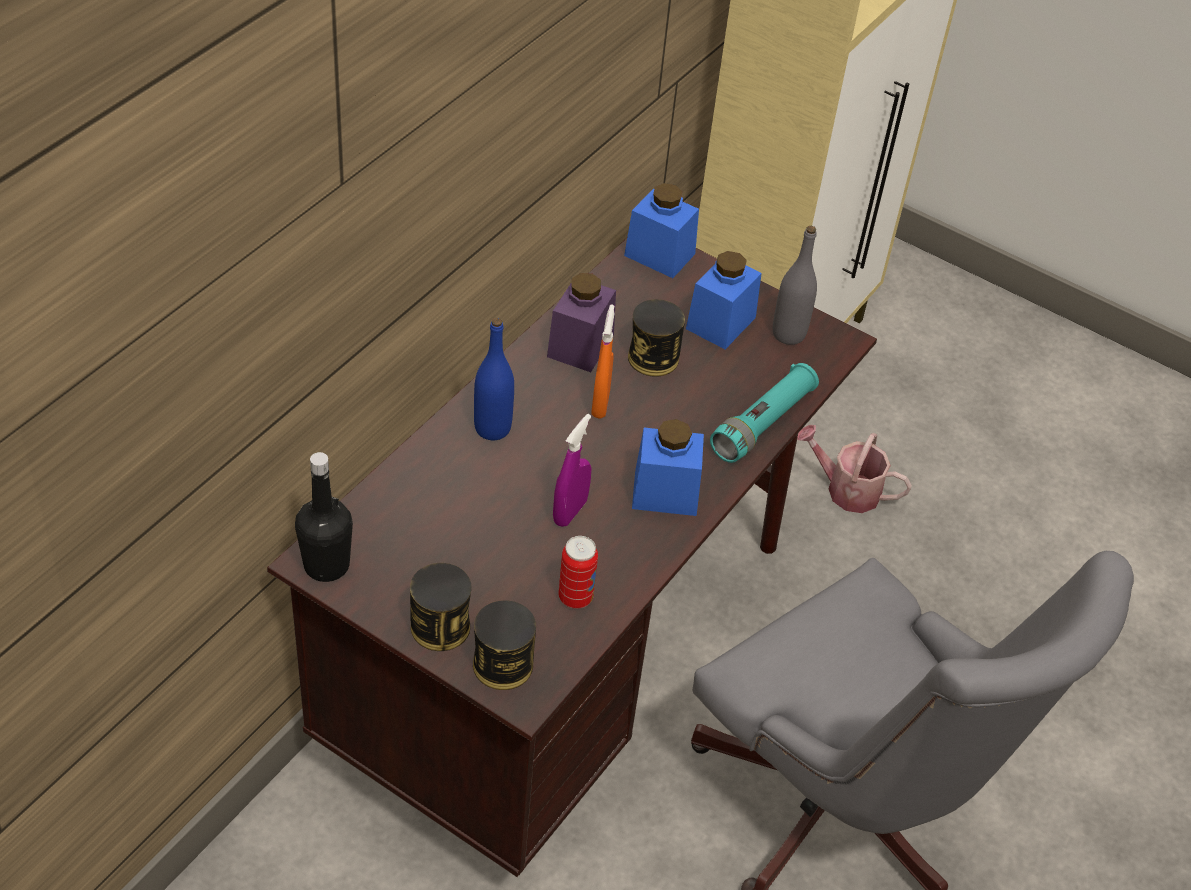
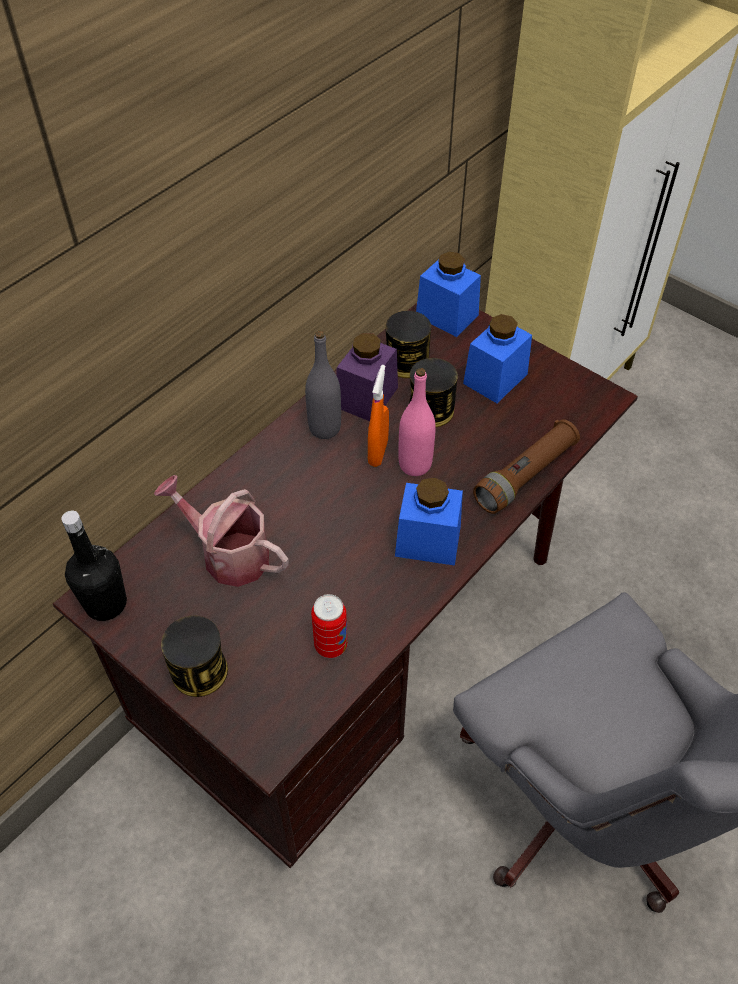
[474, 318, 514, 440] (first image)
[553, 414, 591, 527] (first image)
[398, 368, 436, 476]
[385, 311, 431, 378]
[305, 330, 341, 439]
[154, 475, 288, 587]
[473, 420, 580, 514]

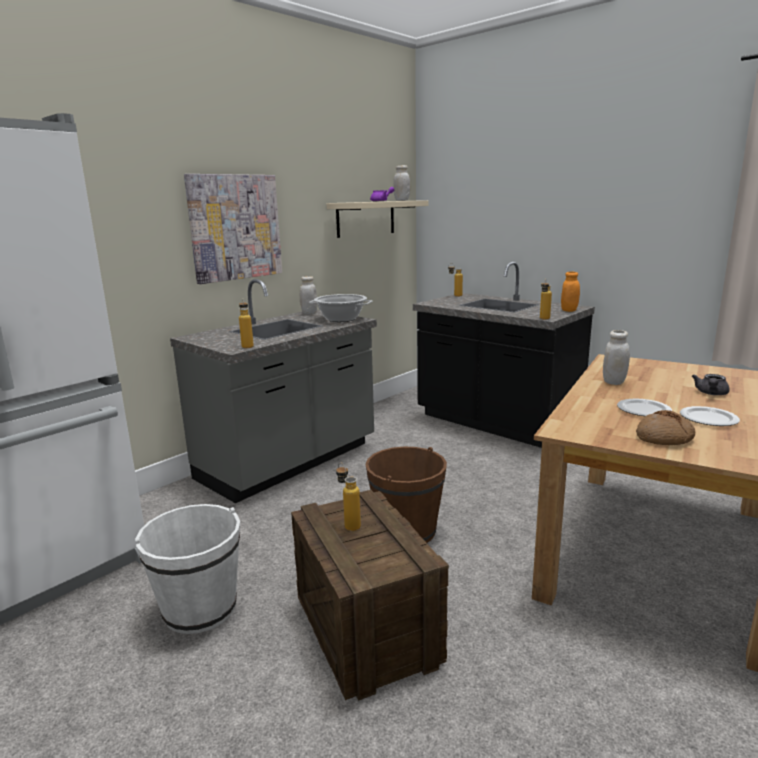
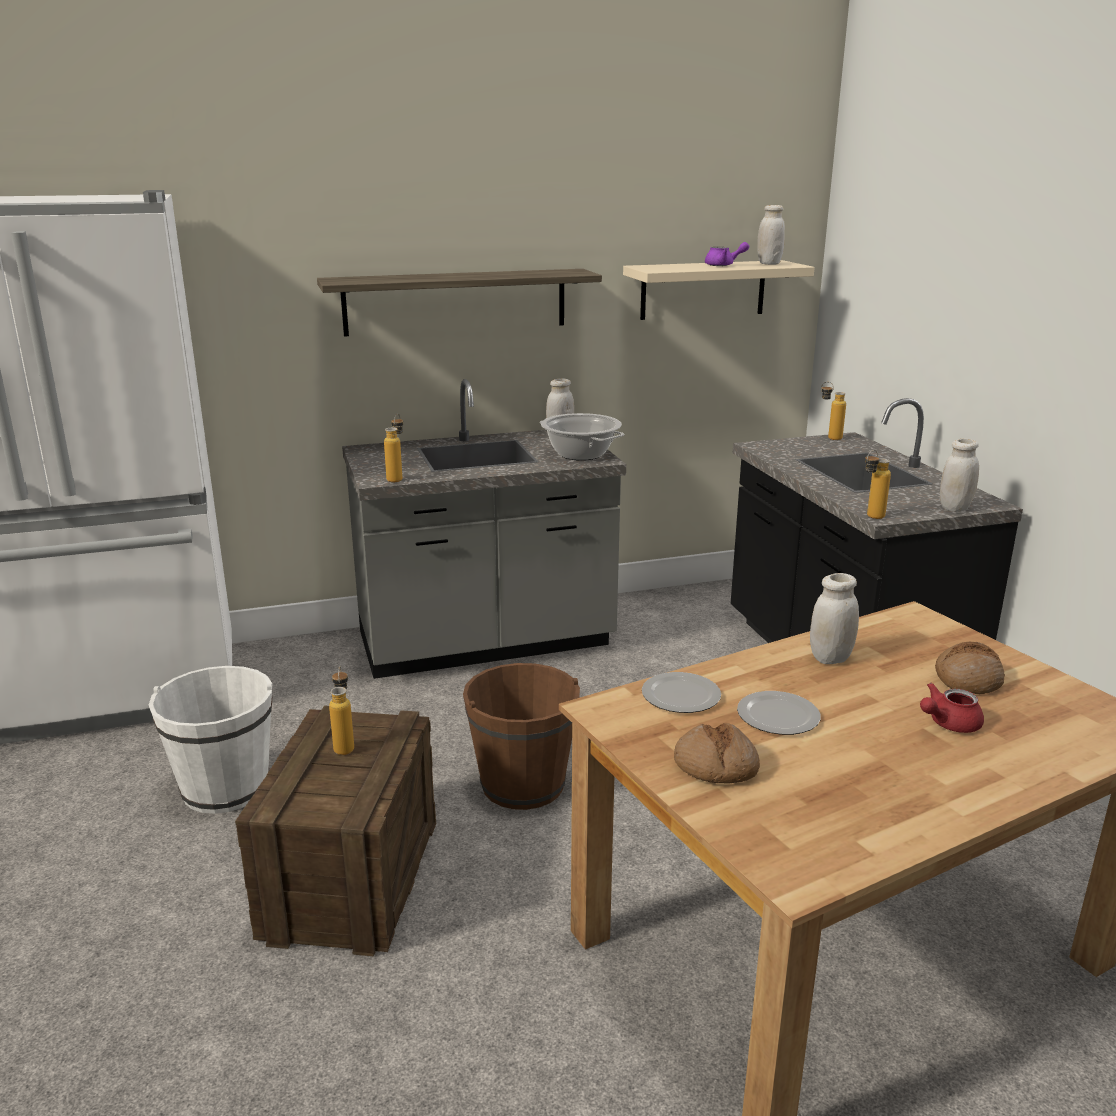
[935, 641, 1005, 694]
[642, 672, 721, 713]
[317, 269, 602, 337]
[940, 439, 979, 512]
[920, 683, 984, 733]

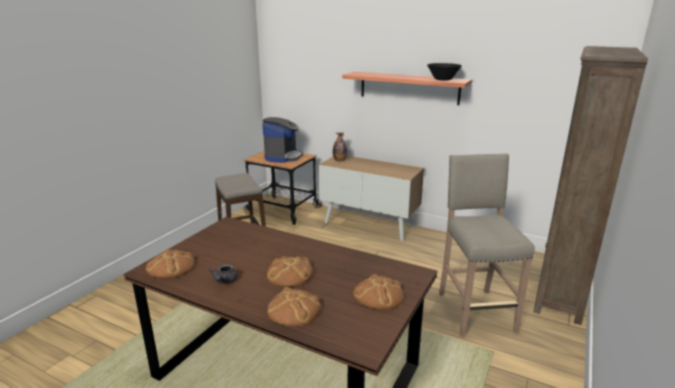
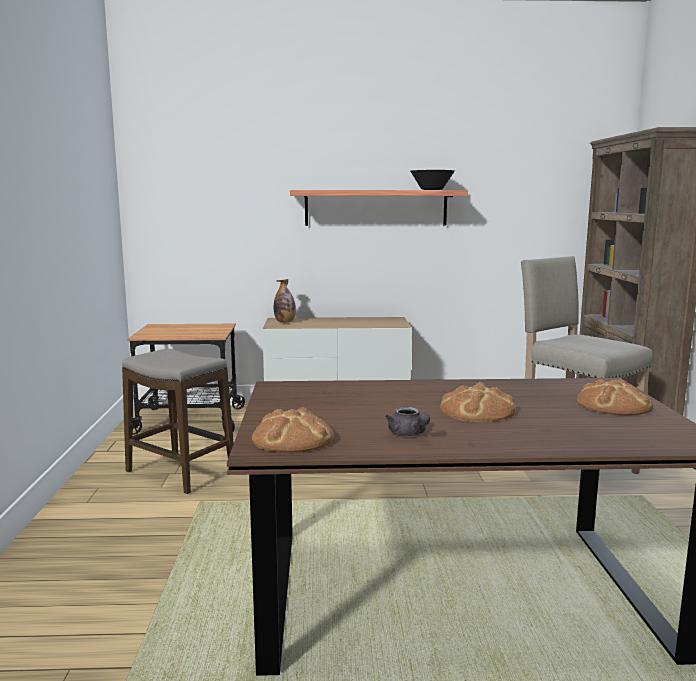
[262, 117, 303, 163] (first image)
[267, 287, 321, 326] (first image)

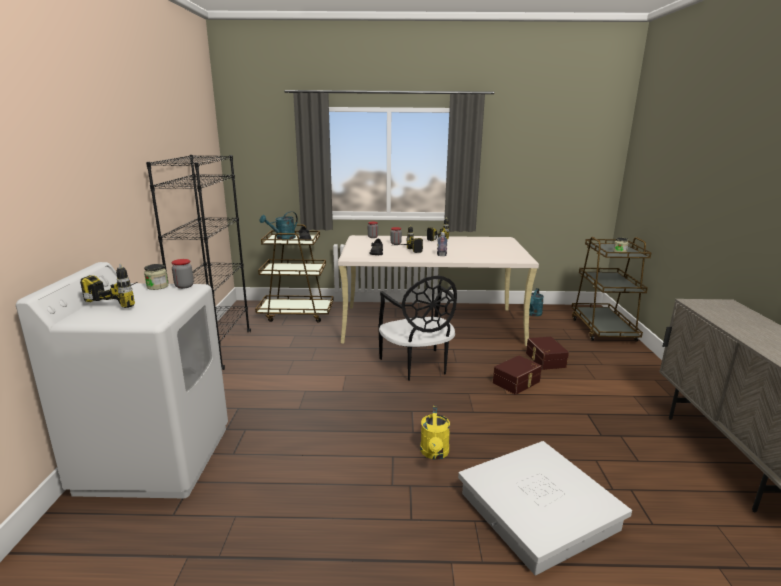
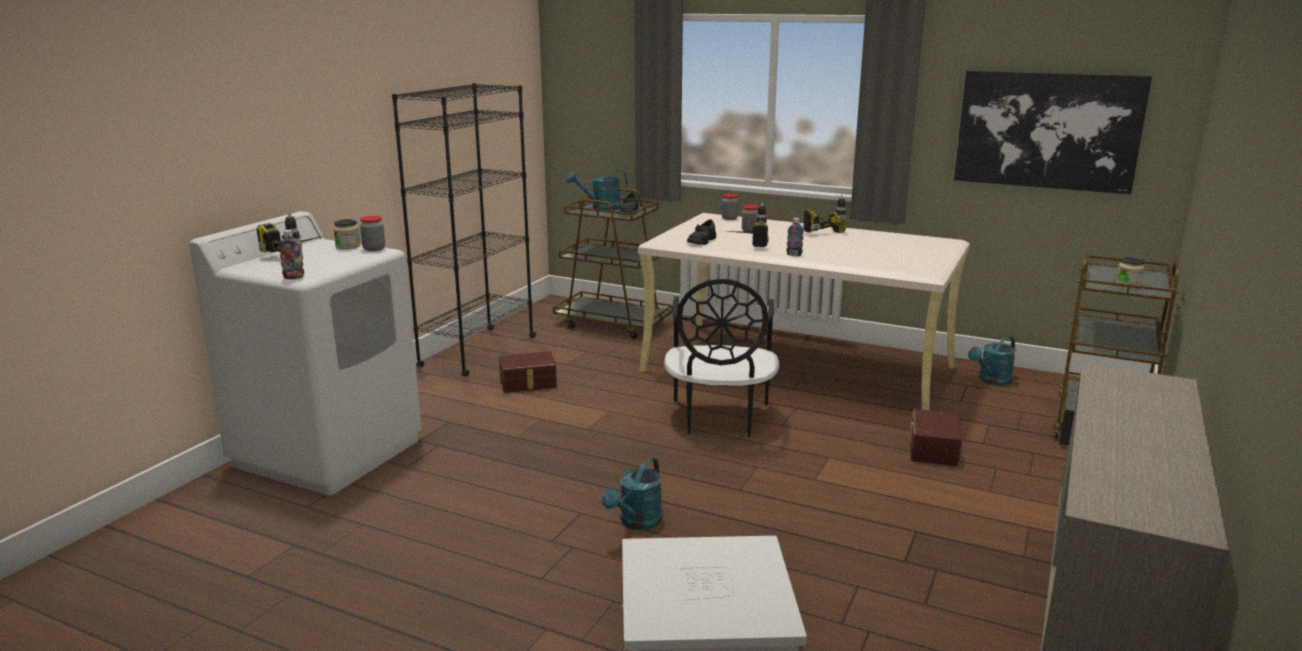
[279, 230, 304, 279]
[954, 70, 1152, 194]
[499, 351, 557, 393]
[602, 457, 663, 530]

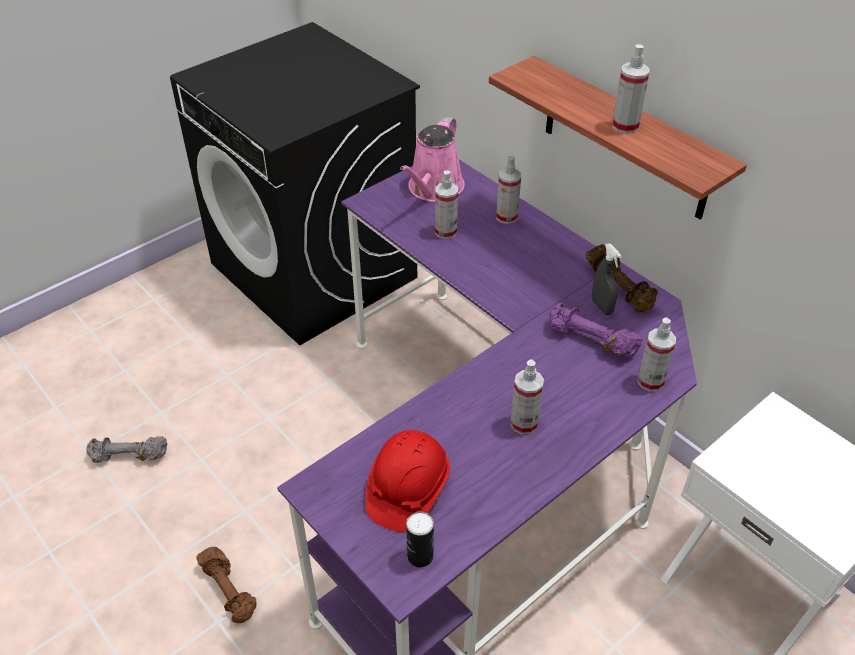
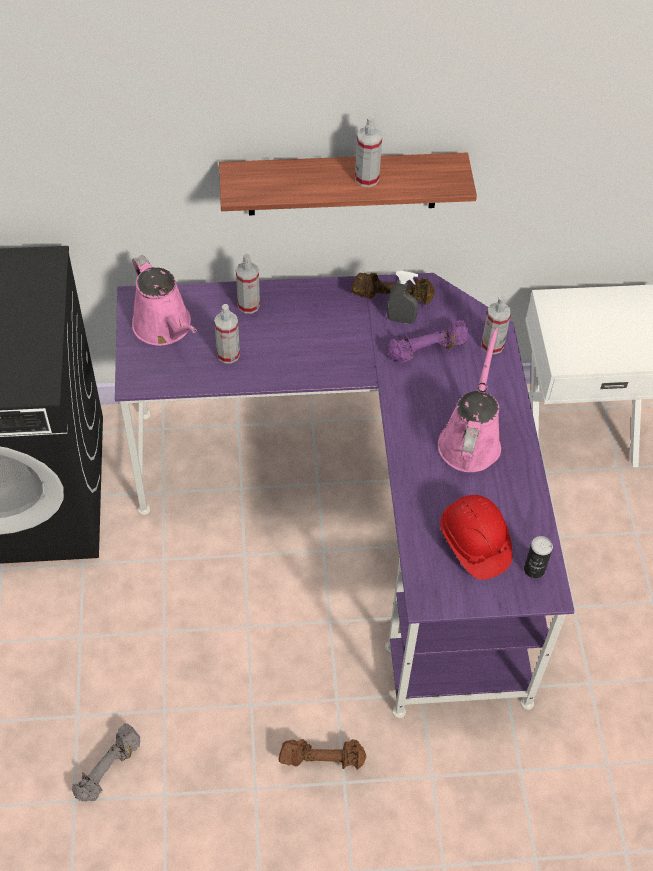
[438, 327, 501, 472]

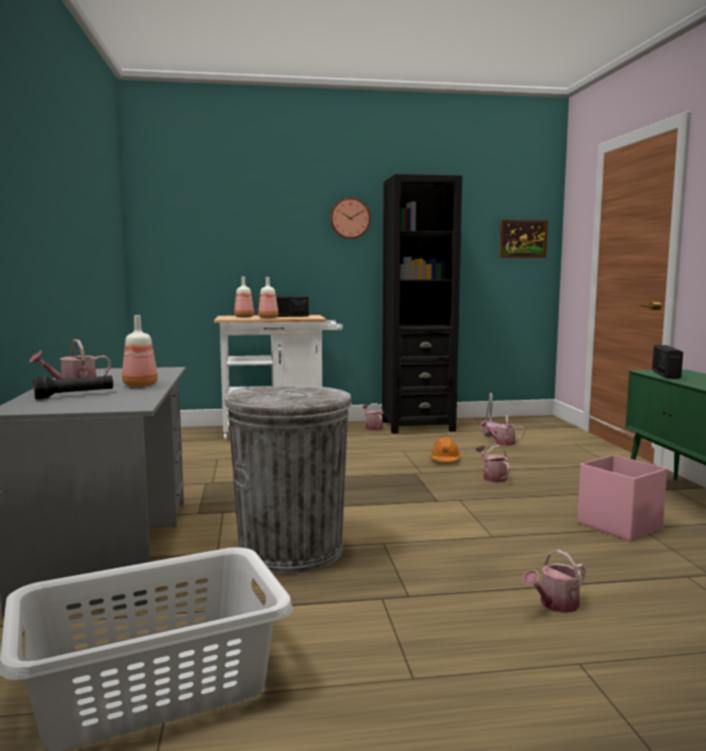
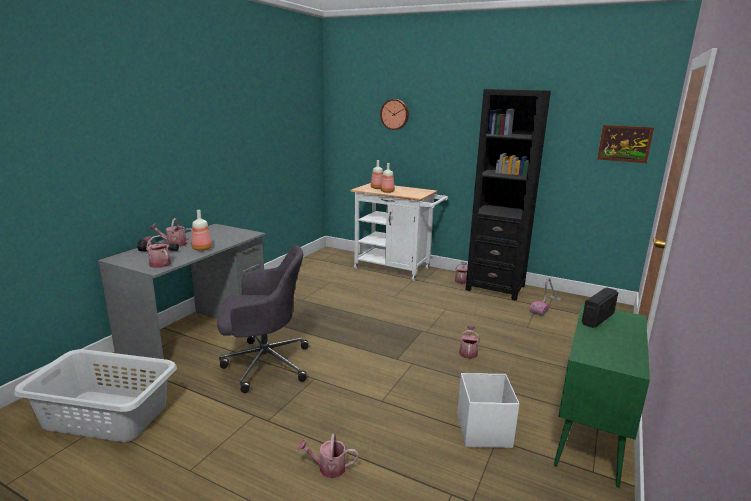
[276, 296, 309, 317] (first image)
[430, 437, 461, 462] (first image)
[380, 99, 409, 130]
[143, 235, 171, 268]
[217, 245, 309, 393]
[457, 373, 519, 448]

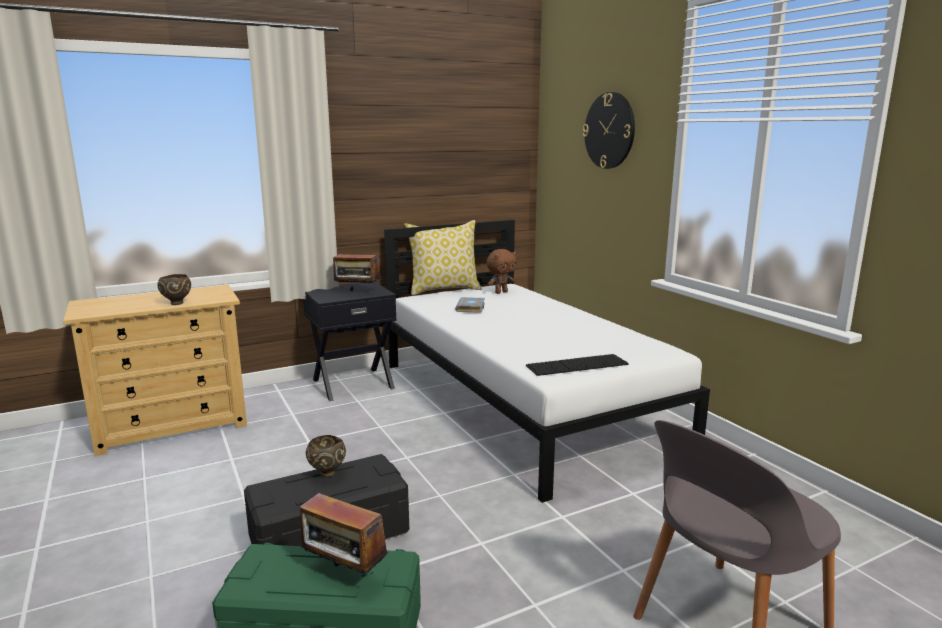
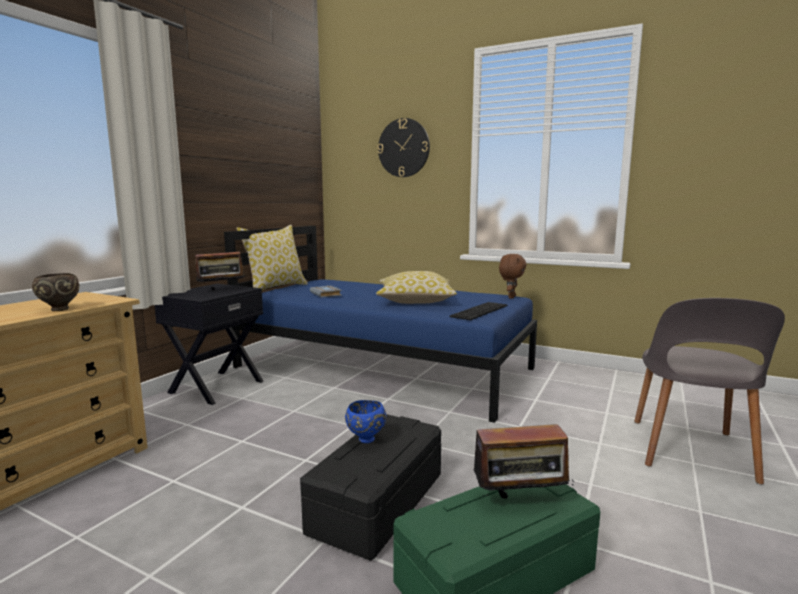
[376, 271, 457, 304]
[499, 254, 527, 299]
[345, 400, 386, 443]
[224, 226, 537, 423]

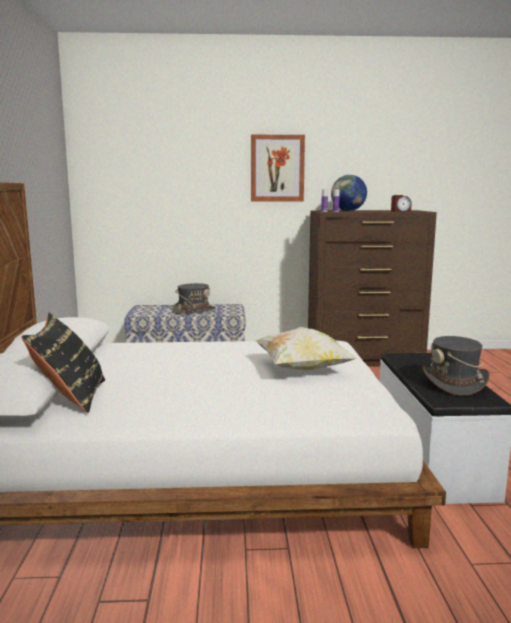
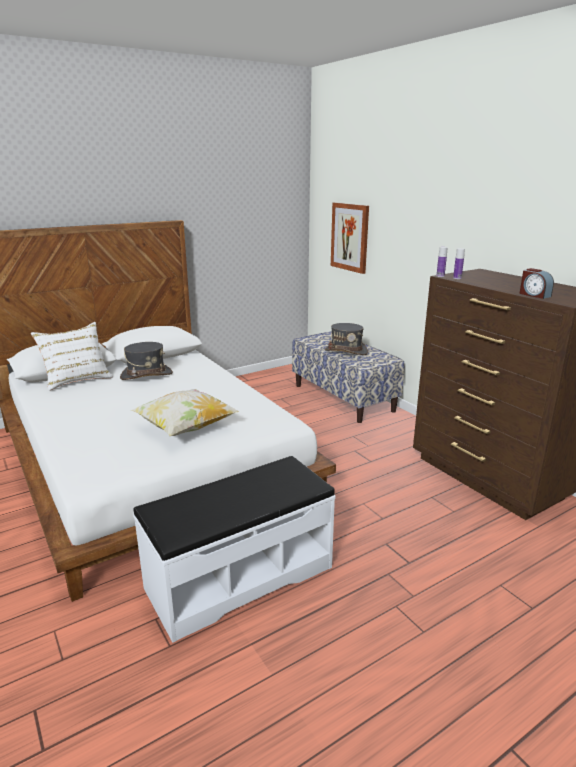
[331, 175, 367, 211] (first image)
[331, 202, 369, 274]
[120, 342, 173, 380]
[31, 322, 113, 391]

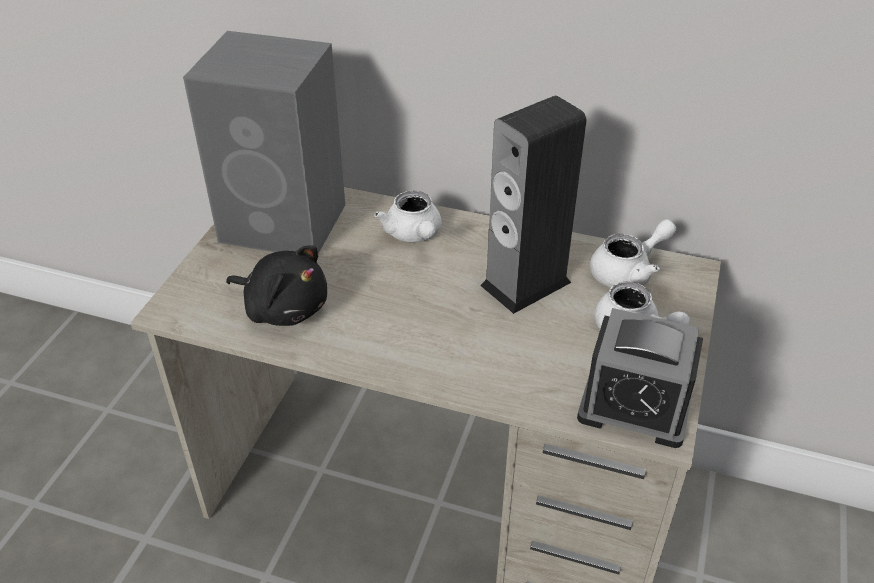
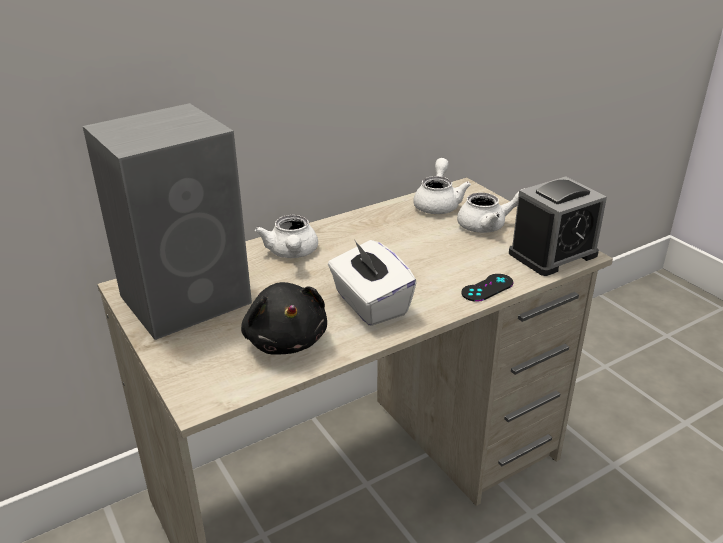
[480, 95, 586, 314] (first image)
[328, 239, 417, 326]
[461, 274, 513, 302]
[241, 282, 327, 355]
[255, 215, 318, 258]

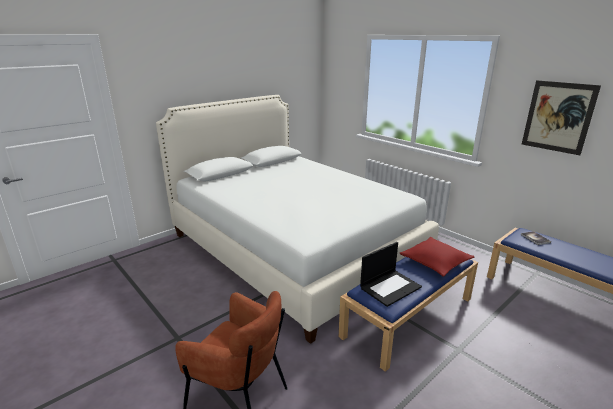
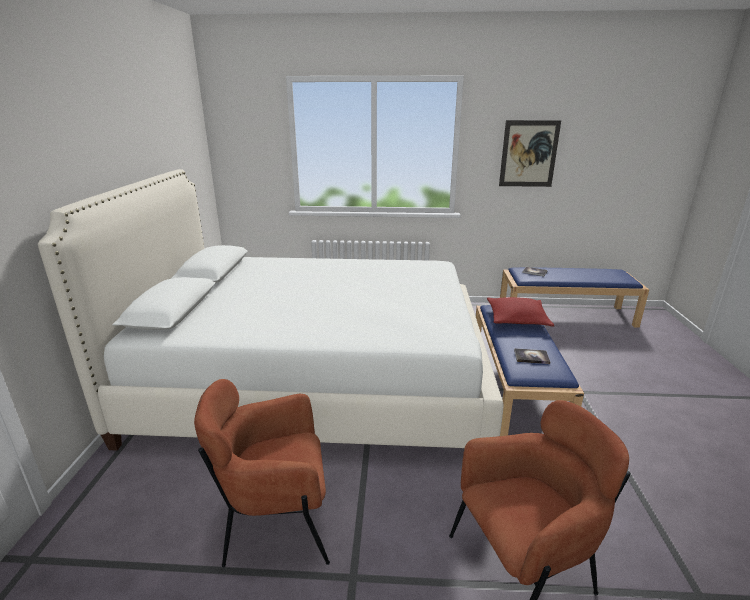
[194, 379, 330, 567]
[514, 348, 550, 364]

